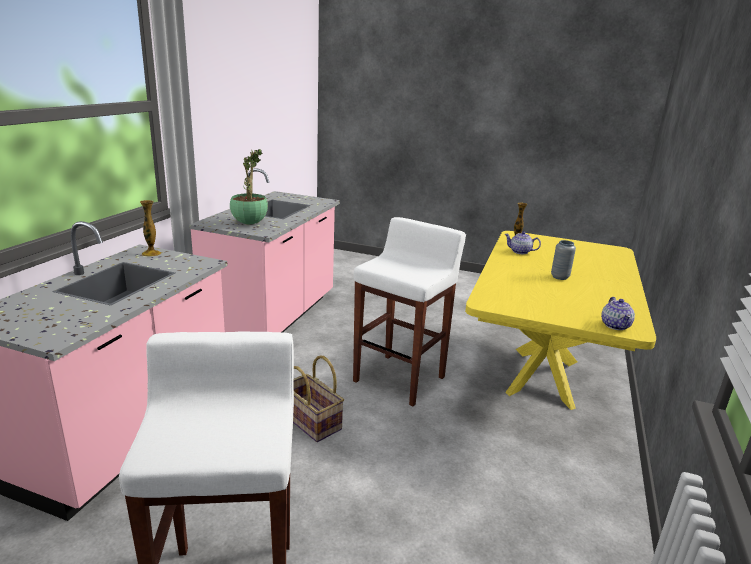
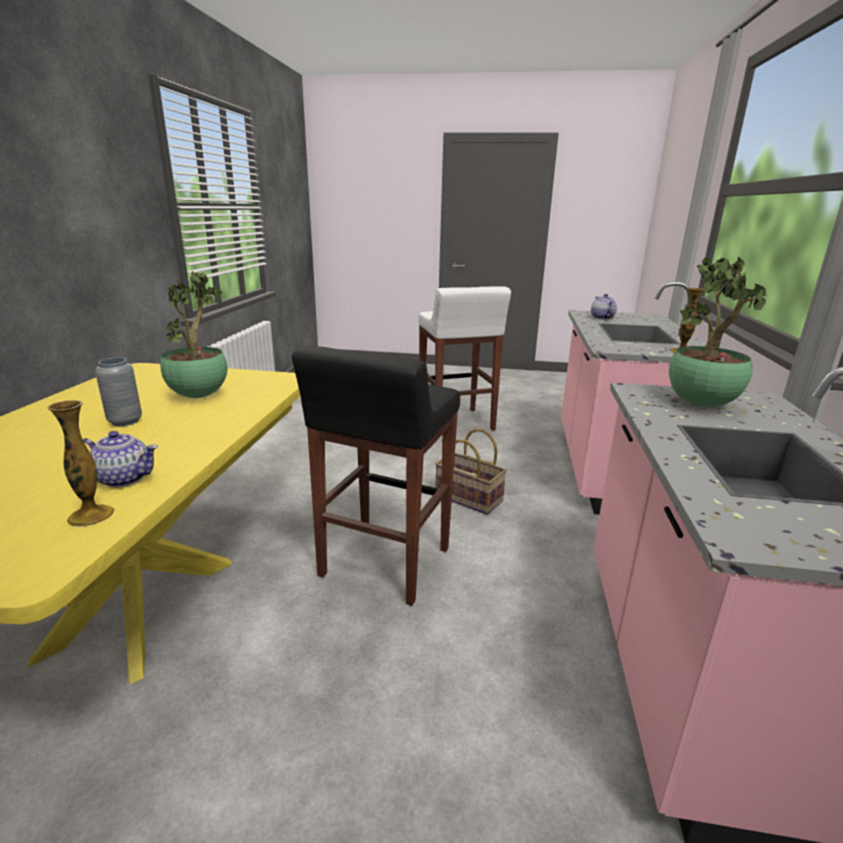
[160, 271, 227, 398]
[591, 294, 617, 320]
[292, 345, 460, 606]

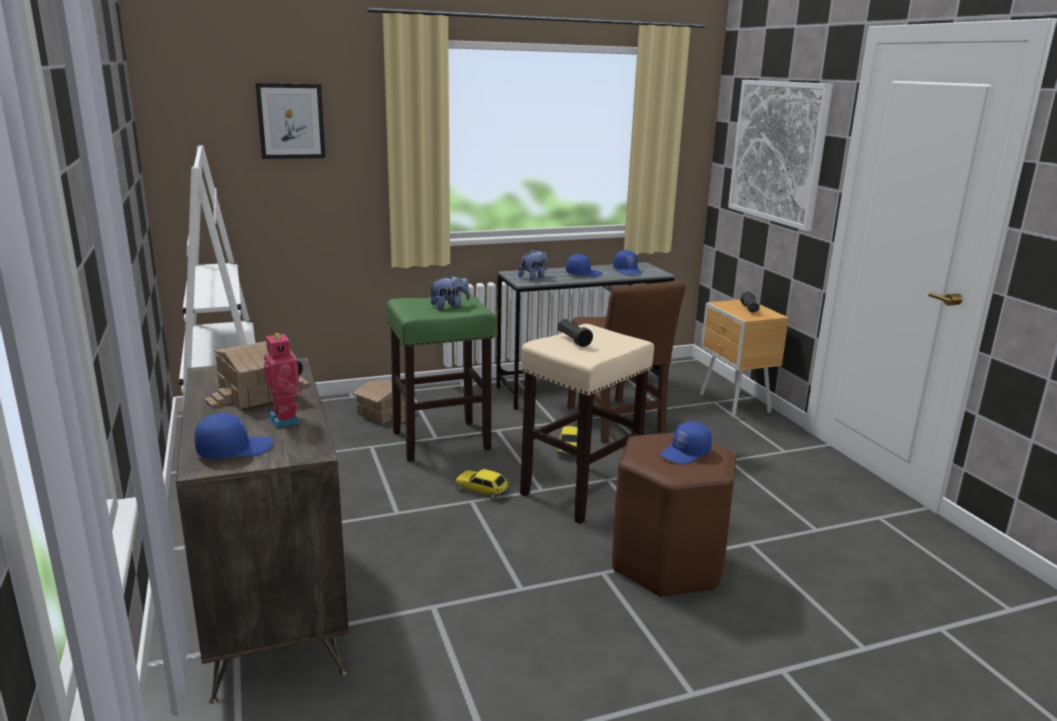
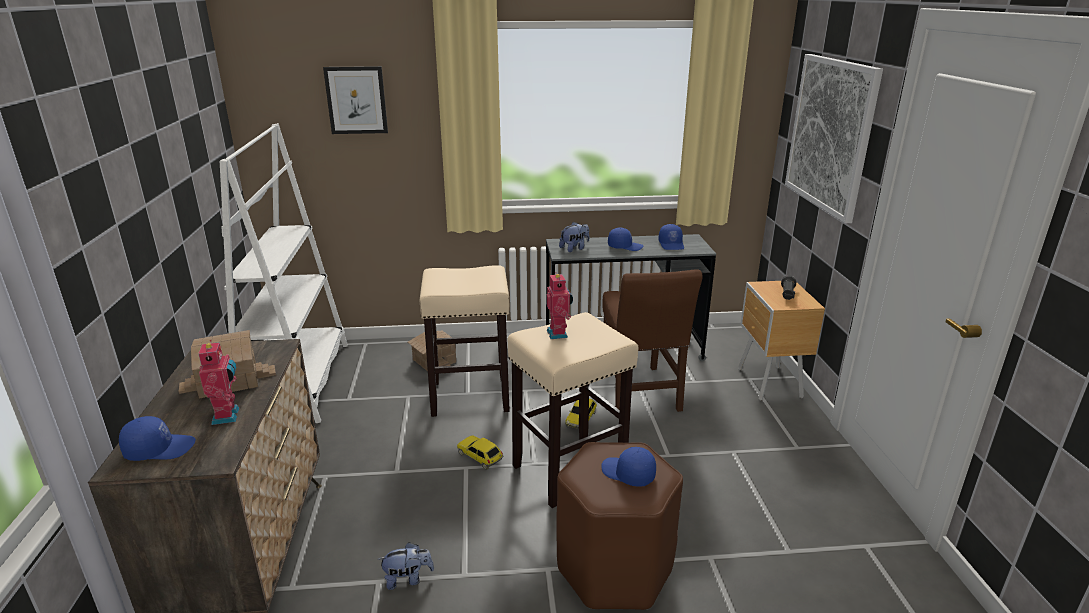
[379, 542, 434, 590]
[547, 272, 573, 339]
[420, 265, 510, 417]
[602, 447, 656, 487]

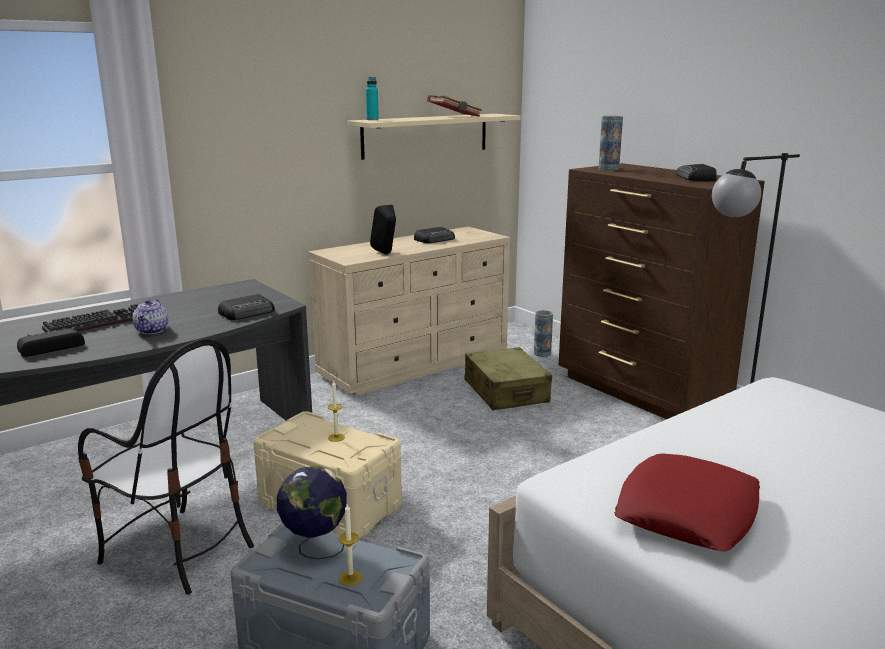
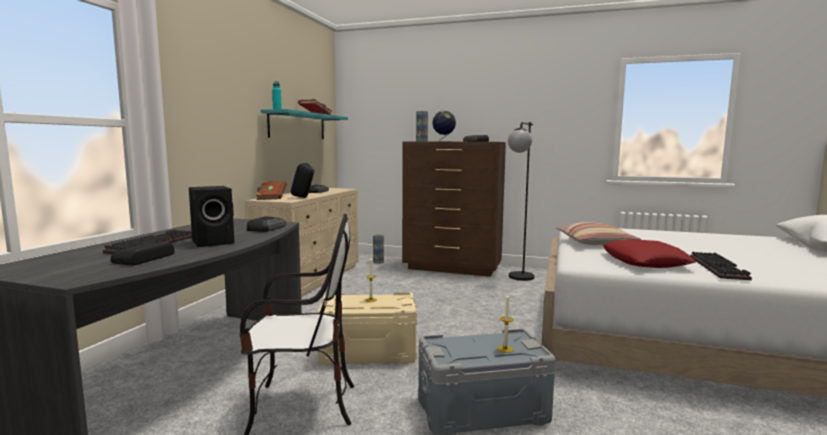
[464, 347, 552, 410] (first image)
[256, 181, 287, 200]
[556, 222, 641, 245]
[690, 252, 752, 280]
[432, 111, 456, 142]
[189, 186, 235, 247]
[261, 109, 348, 139]

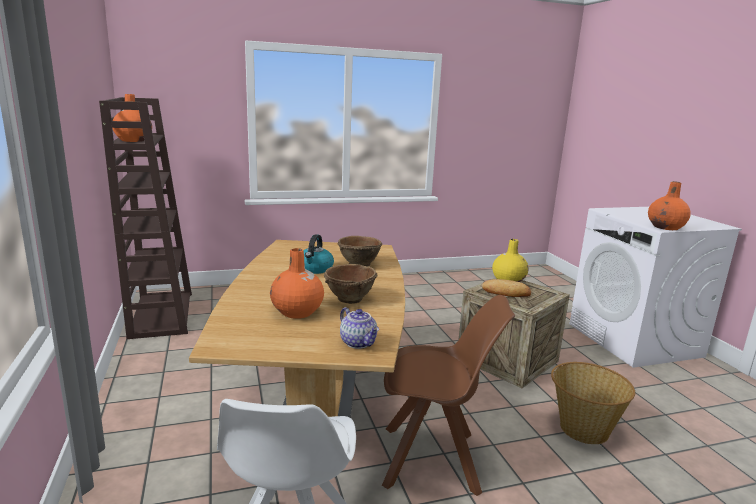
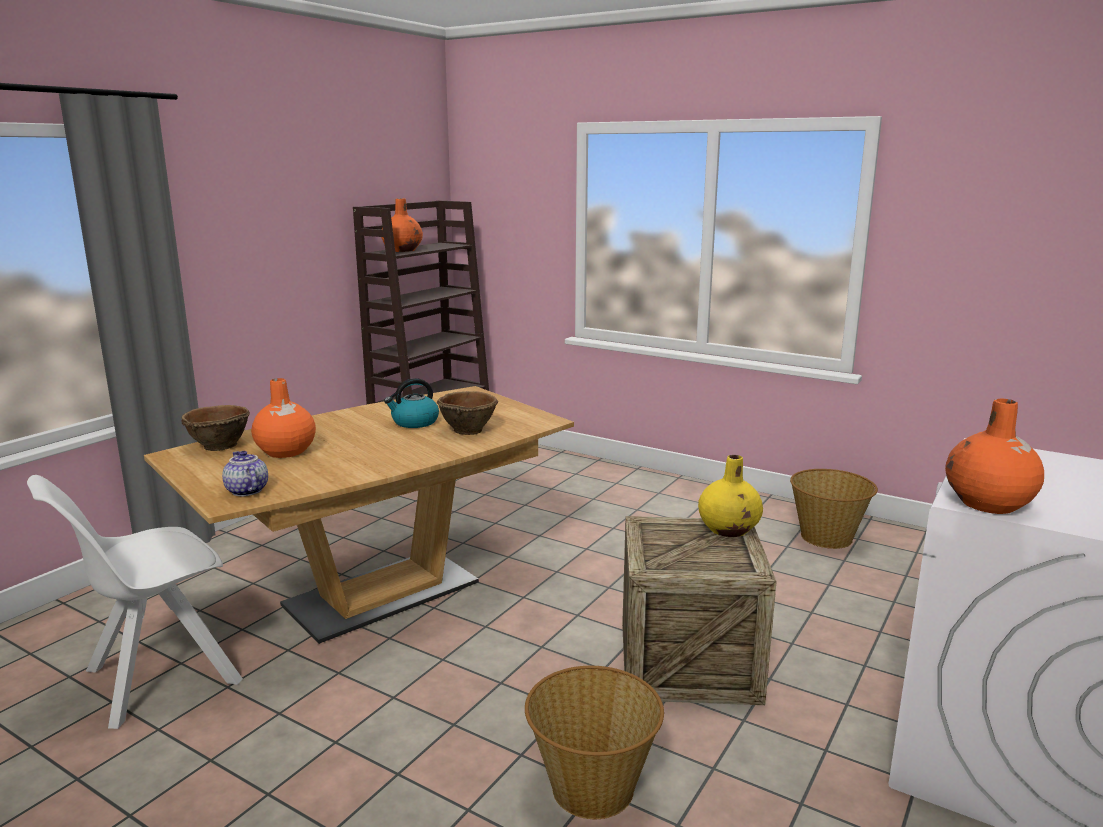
[382, 295, 515, 496] (first image)
[482, 279, 531, 297] (first image)
[790, 469, 878, 549]
[182, 405, 250, 451]
[222, 451, 268, 496]

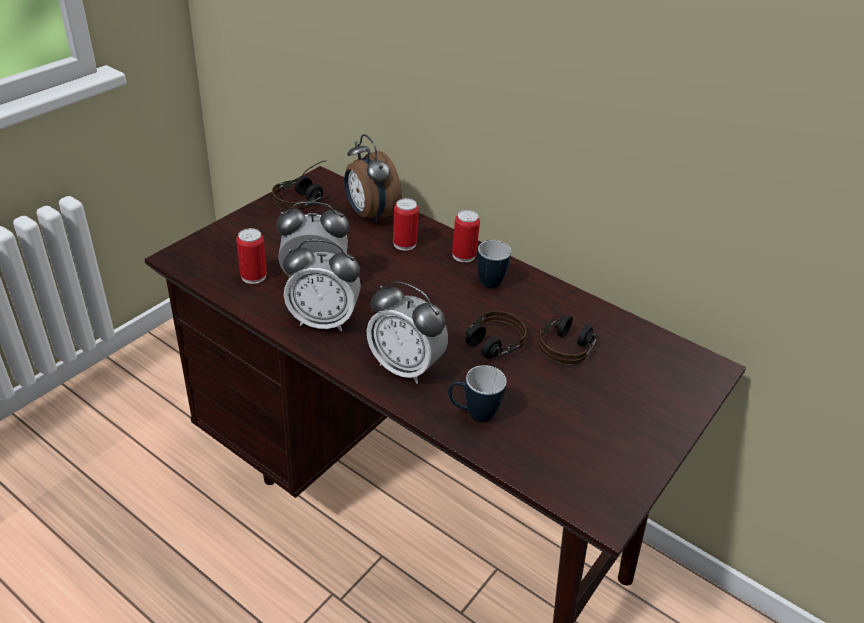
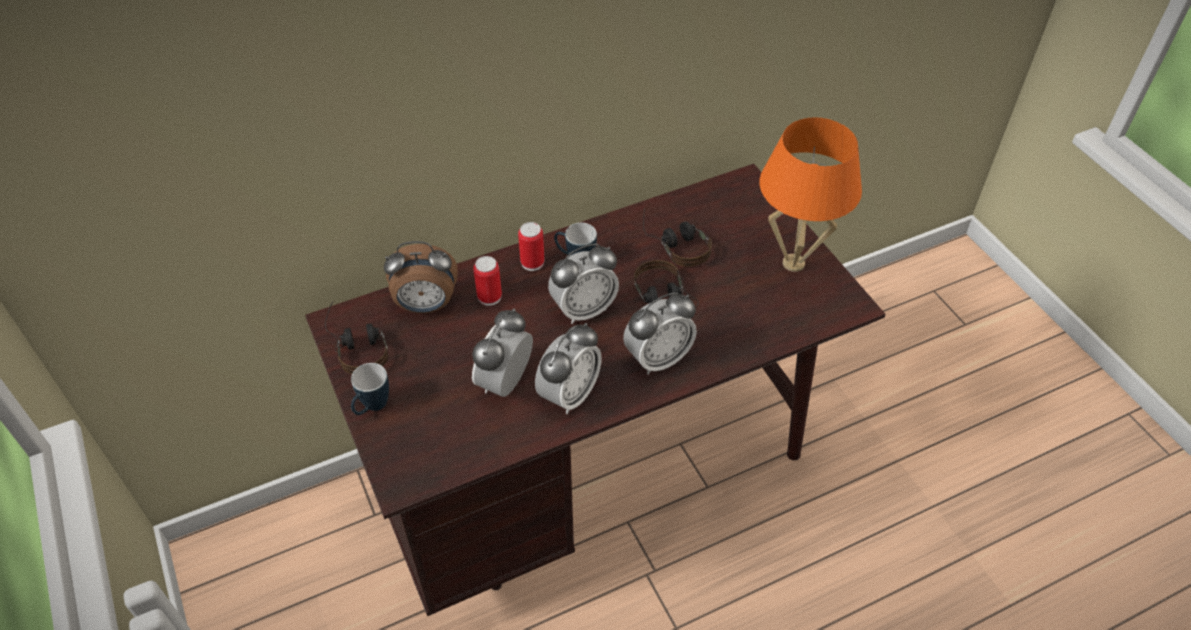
[237, 228, 267, 284] (first image)
[548, 244, 619, 324]
[759, 117, 862, 272]
[351, 363, 389, 415]

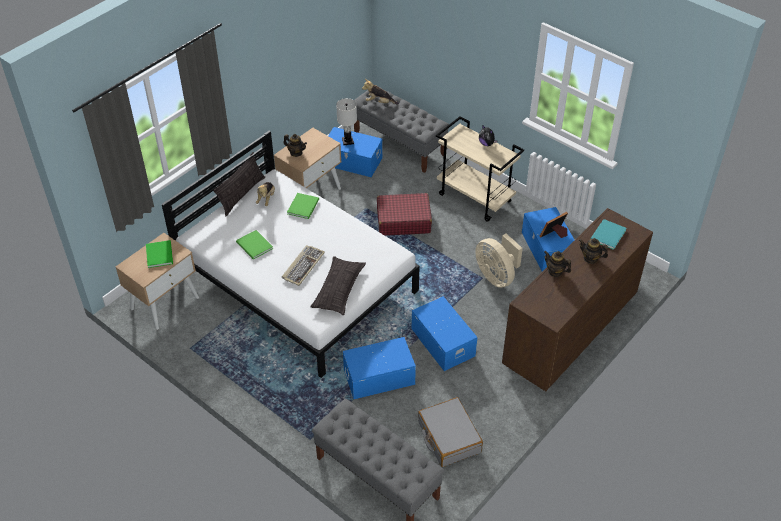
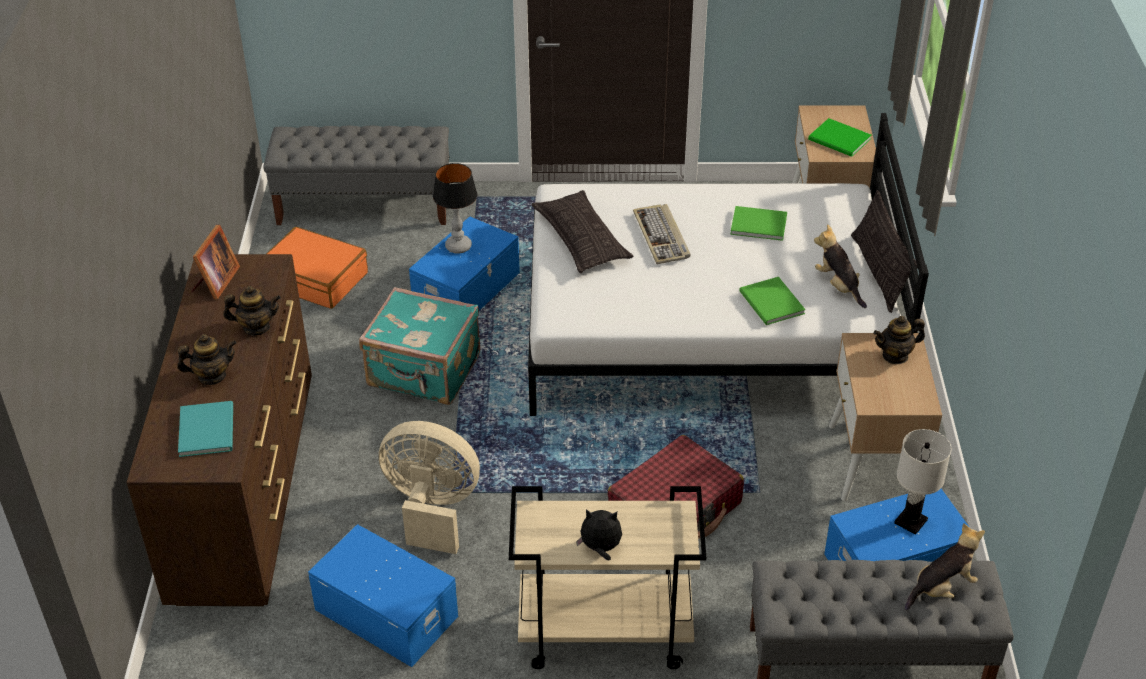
[433, 163, 477, 254]
[191, 225, 240, 299]
[359, 287, 480, 405]
[267, 227, 368, 309]

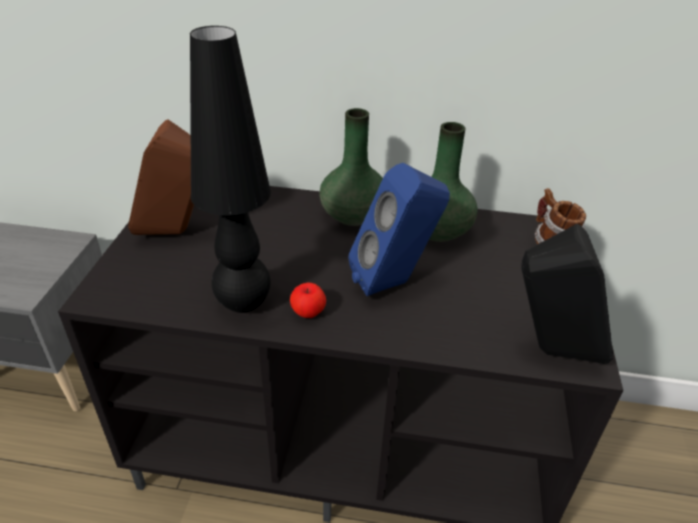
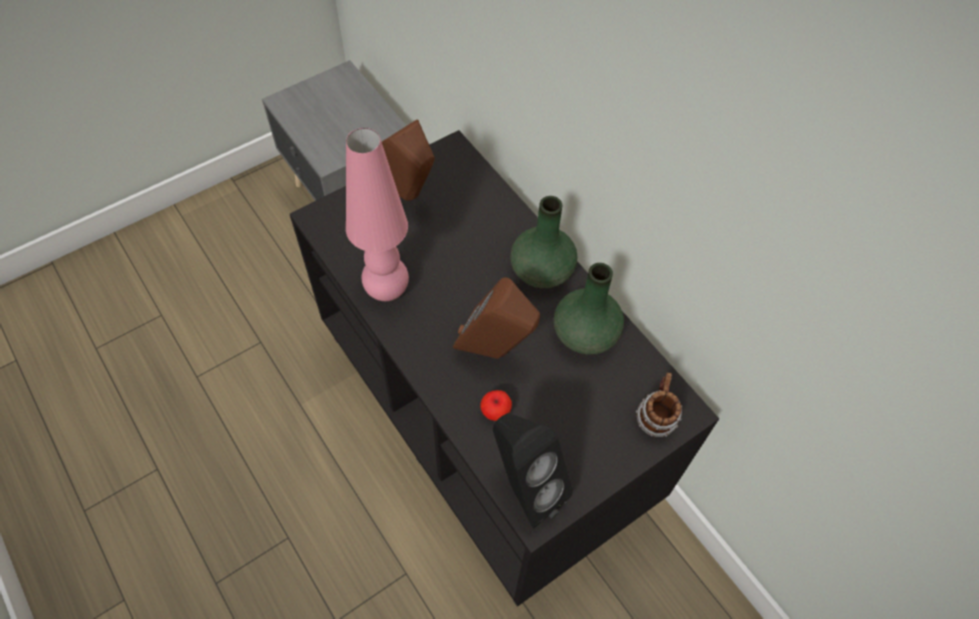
[480, 390, 512, 421]
[346, 128, 409, 301]
[453, 277, 540, 359]

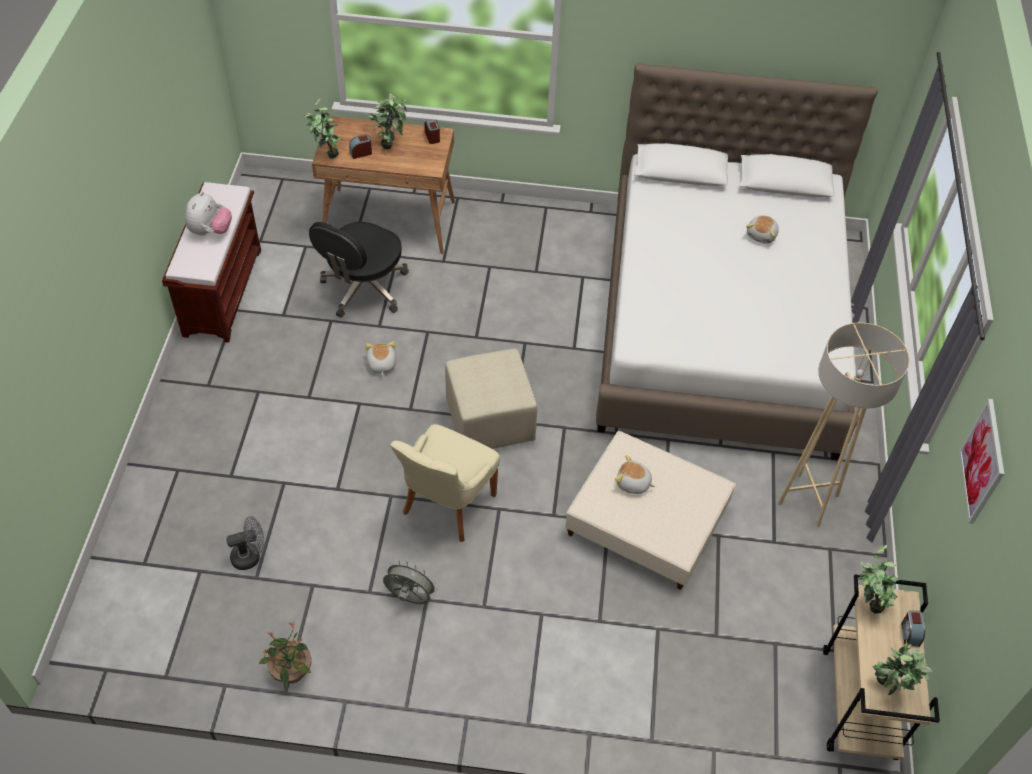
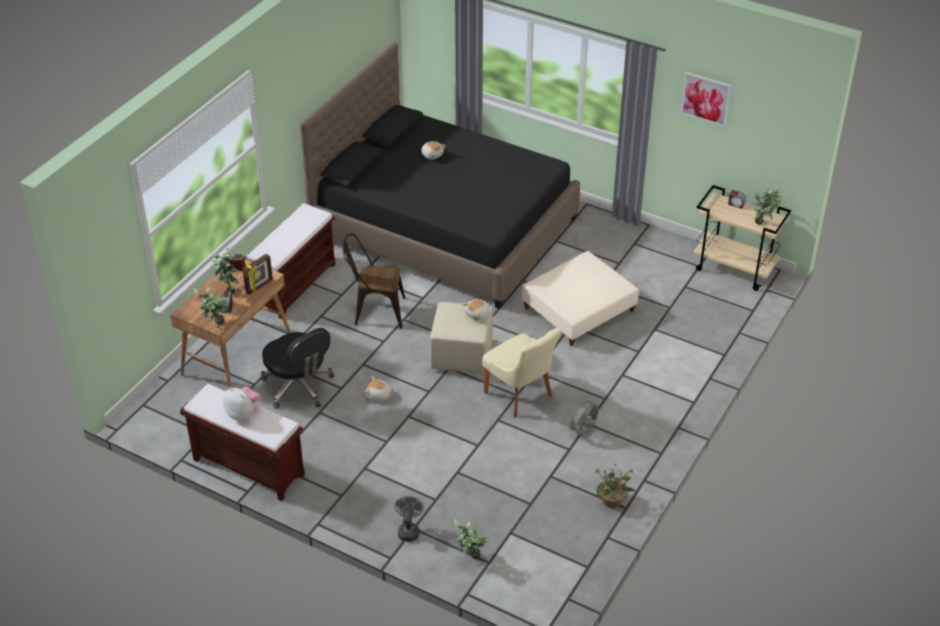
[778, 322, 910, 527] (first image)
[243, 254, 273, 295]
[244, 203, 335, 319]
[343, 233, 405, 329]
[395, 496, 424, 542]
[462, 299, 490, 321]
[454, 519, 487, 559]
[300, 43, 580, 309]

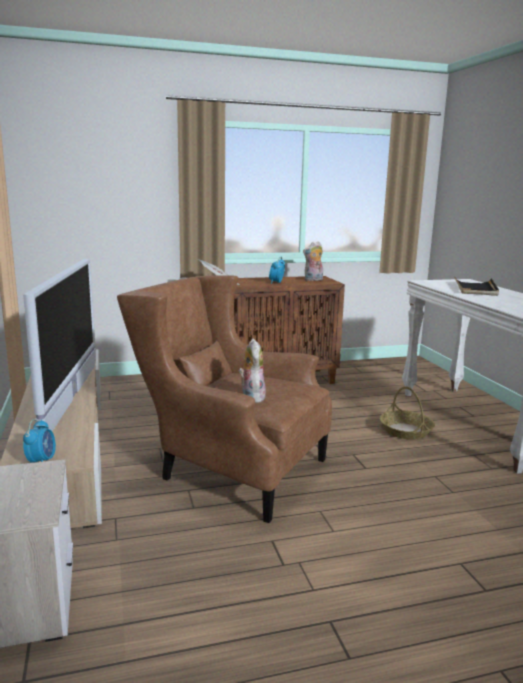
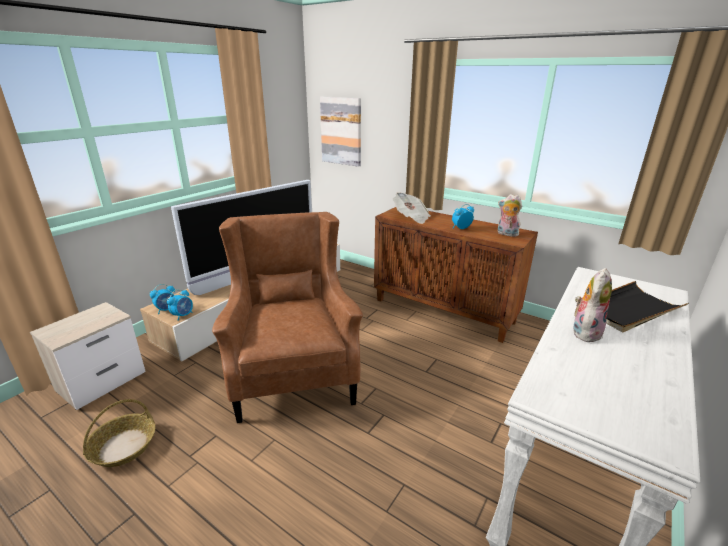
[167, 290, 193, 321]
[320, 97, 361, 167]
[573, 268, 612, 342]
[83, 399, 155, 467]

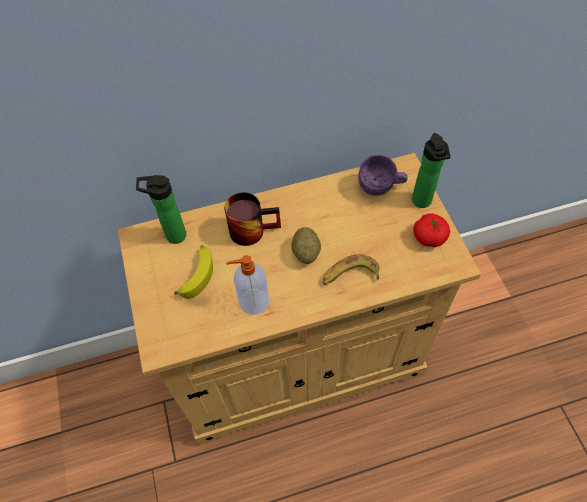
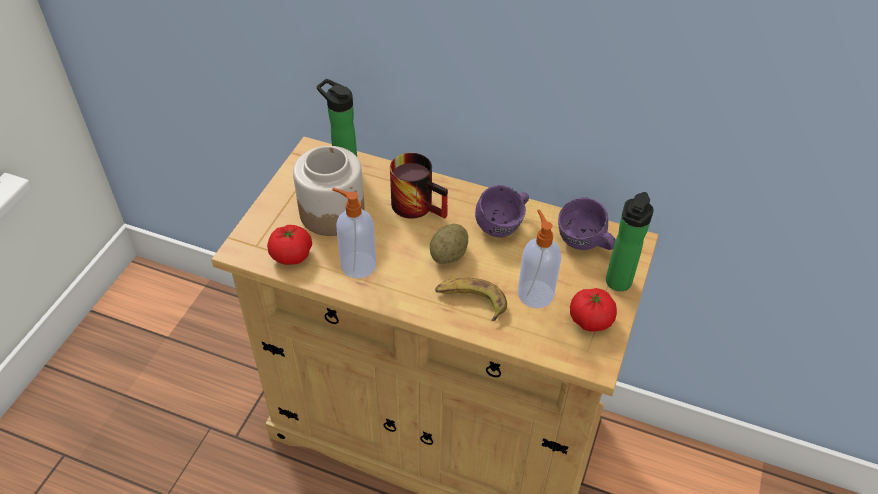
[267, 225, 312, 265]
[475, 185, 529, 237]
[518, 209, 561, 308]
[293, 146, 365, 236]

